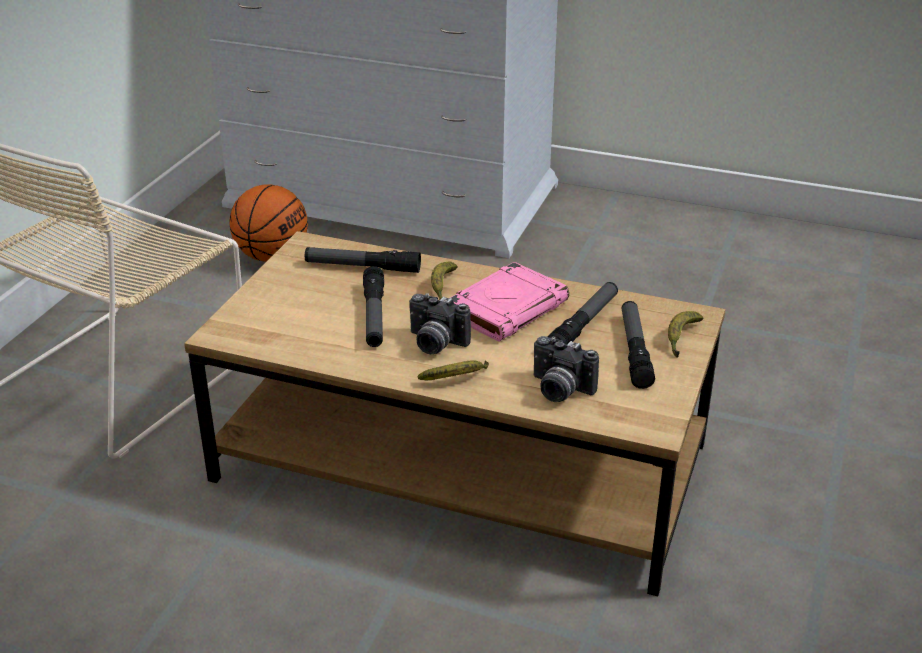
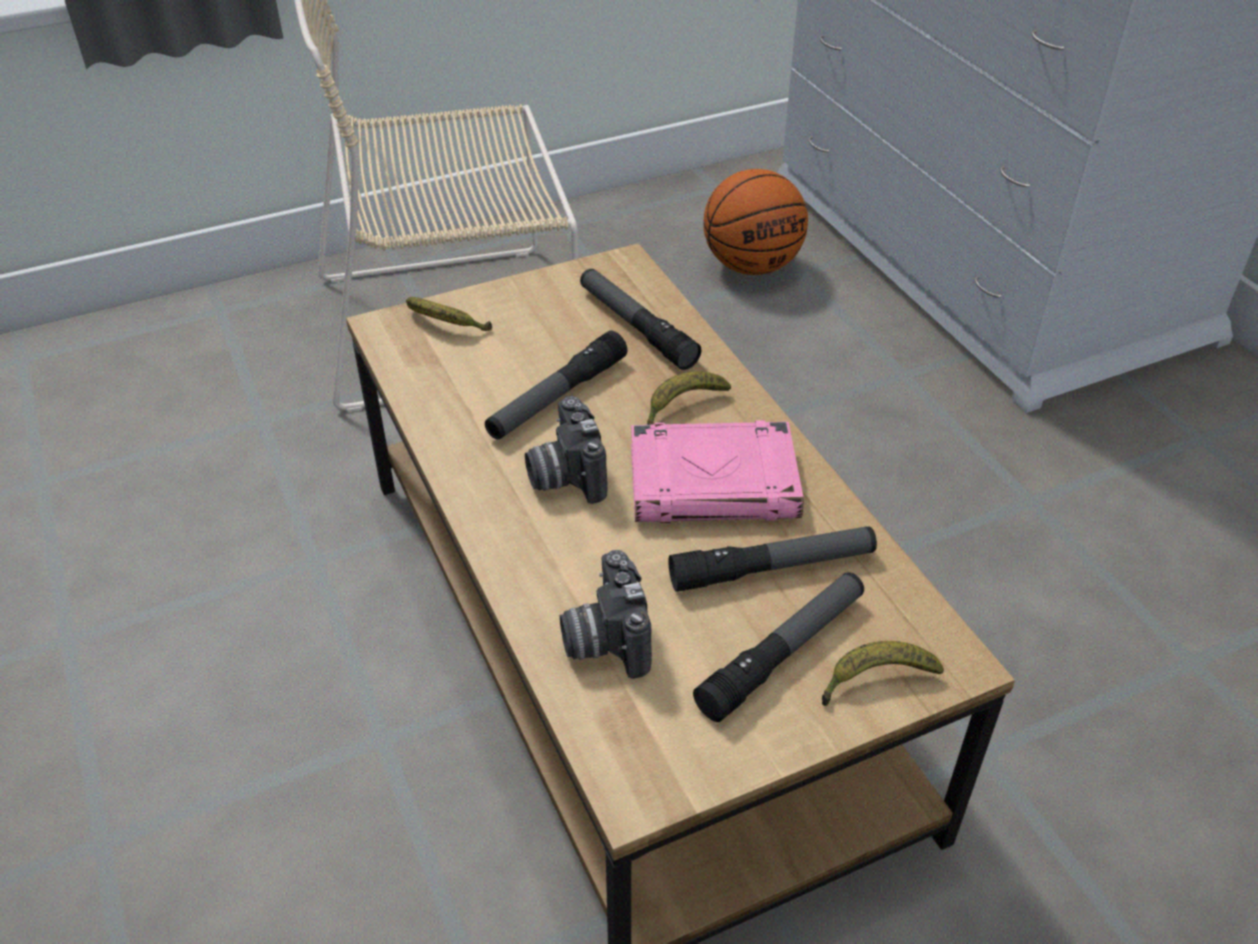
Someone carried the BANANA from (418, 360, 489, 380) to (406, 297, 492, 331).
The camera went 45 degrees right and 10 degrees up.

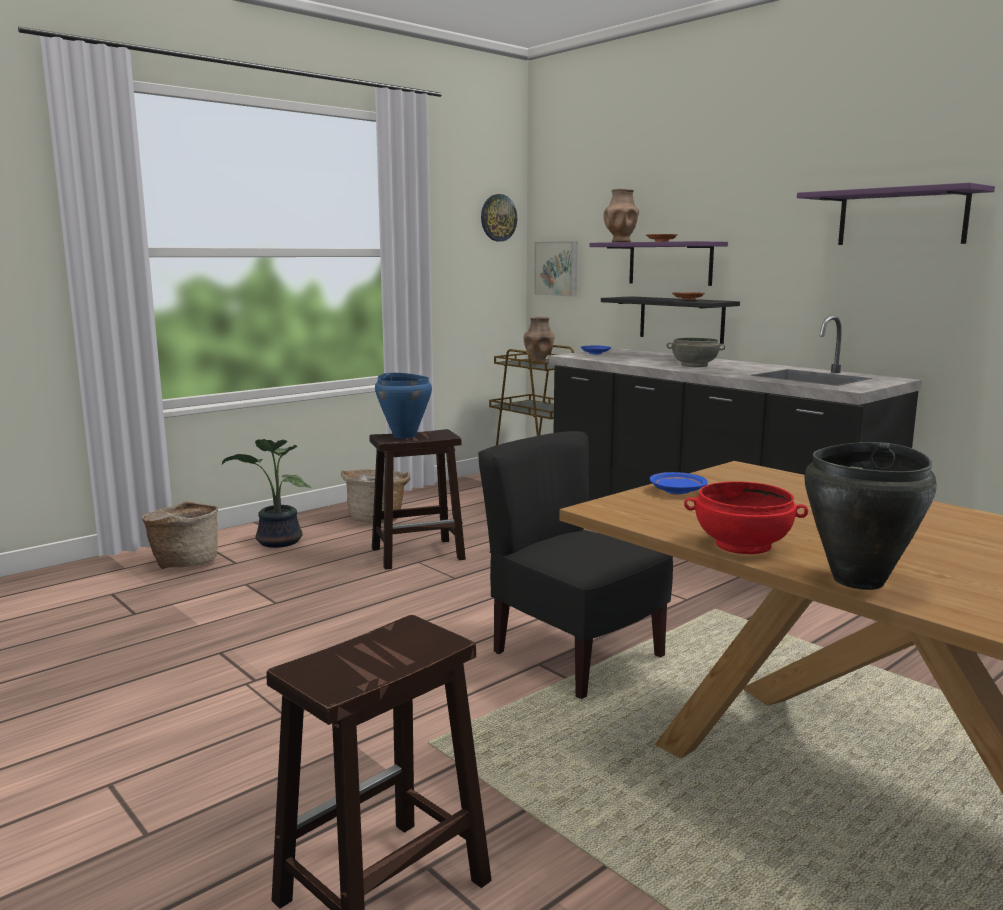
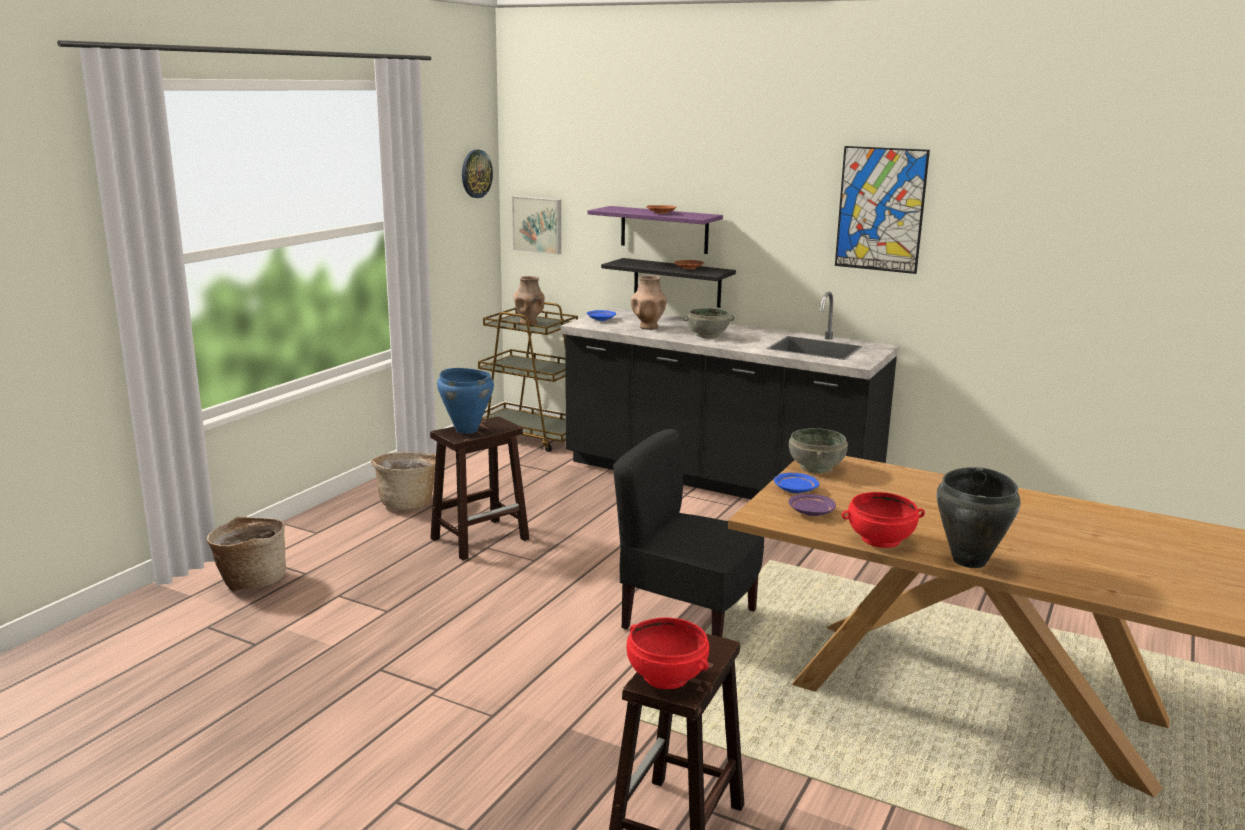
Someone swapped the PURPLE SHELF at (797, 183, 995, 245) for the PICTURE at (835, 146, 930, 274).
Someone carried the BROWN VASE from (604, 189, 639, 242) to (631, 275, 667, 330).
Someone took away the POTTED PLANT at (222, 439, 311, 548).
Someone put down the GREY BOWL at (789, 428, 848, 473).
Someone put down the PURPLE PLATE at (788, 494, 836, 516).
Someone put down the RED BOWL at (627, 617, 709, 689).
The camera went 20 degrees left and 5 degrees up.

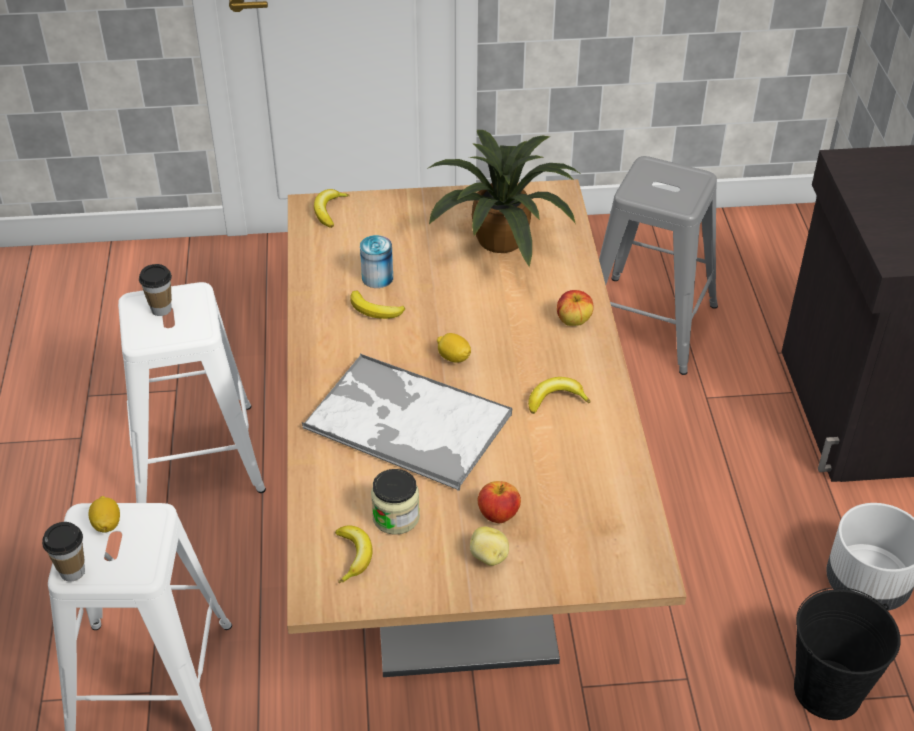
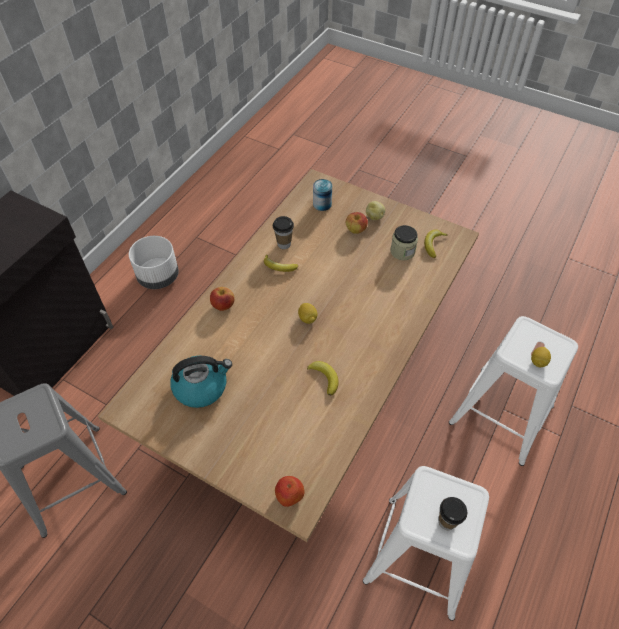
Someone swapped the POTTED PLANT at (427, 130, 579, 267) for the KETTLE at (170, 356, 232, 408).
Someone swapped the BANANA at (314, 189, 350, 228) for the APPLE at (275, 476, 305, 507).
Someone carried the CAN from (360, 235, 393, 288) to (313, 179, 332, 211).
Someone took away the TRAY at (302, 354, 512, 491).
Someone carried the CUP from (42, 522, 85, 582) to (273, 216, 294, 249).
Someone took away the BLACK BUCKET at (794, 587, 901, 720).
The camera went 145 degrees left and 10 degrees up.

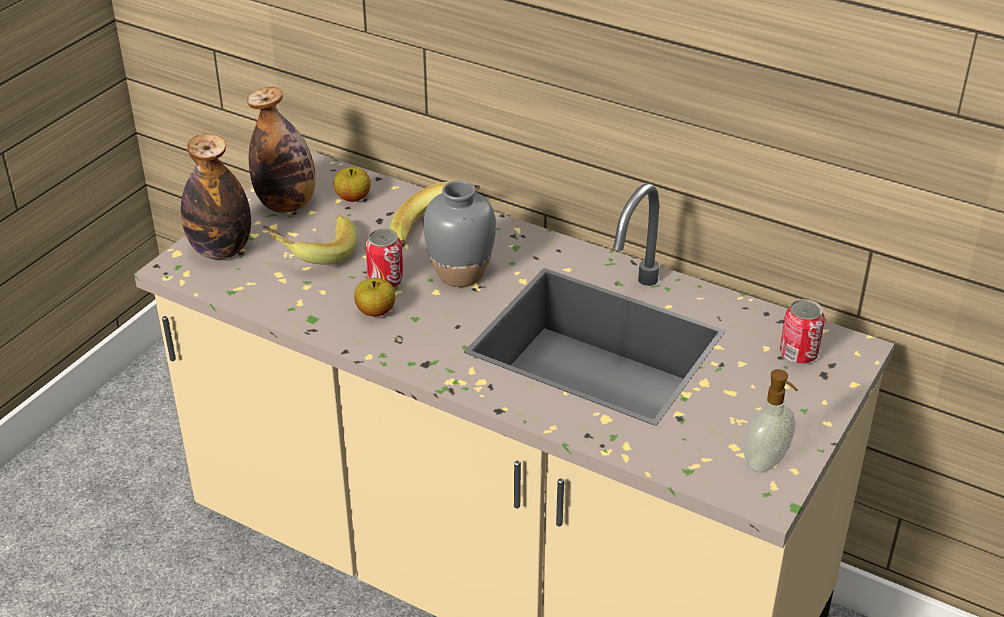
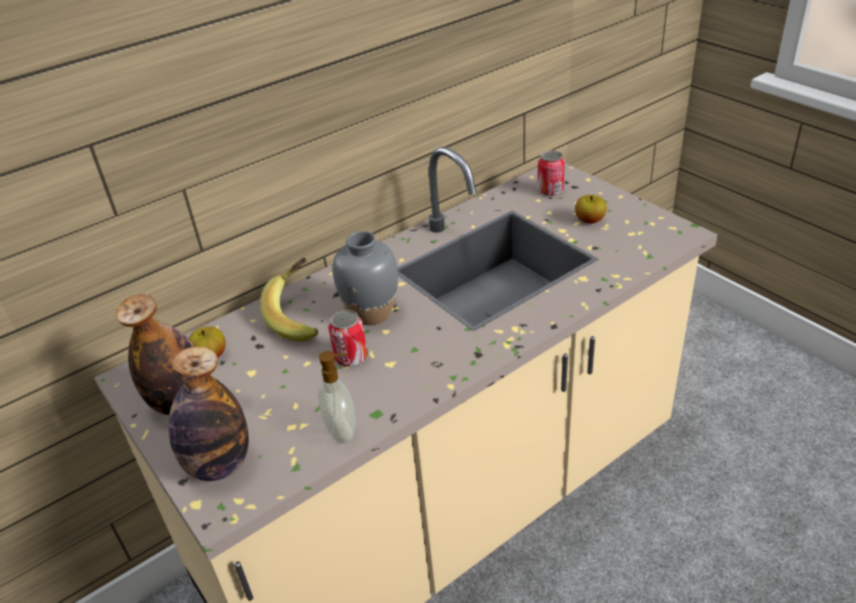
Someone took away the BANANA at (263, 215, 357, 265).
Someone carried the APPLE from (354, 278, 395, 317) to (575, 195, 607, 224).
Someone carried the SOAP DISPENSER from (744, 369, 798, 473) to (318, 351, 356, 444).
The camera went 65 degrees left and 0 degrees up.

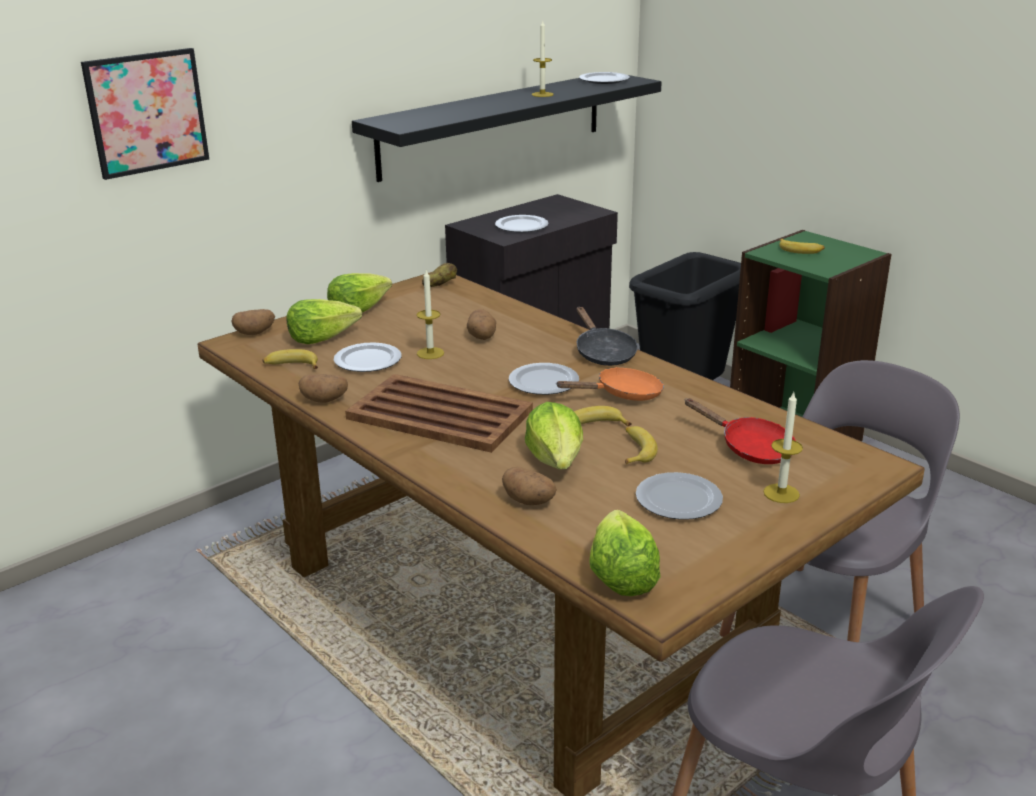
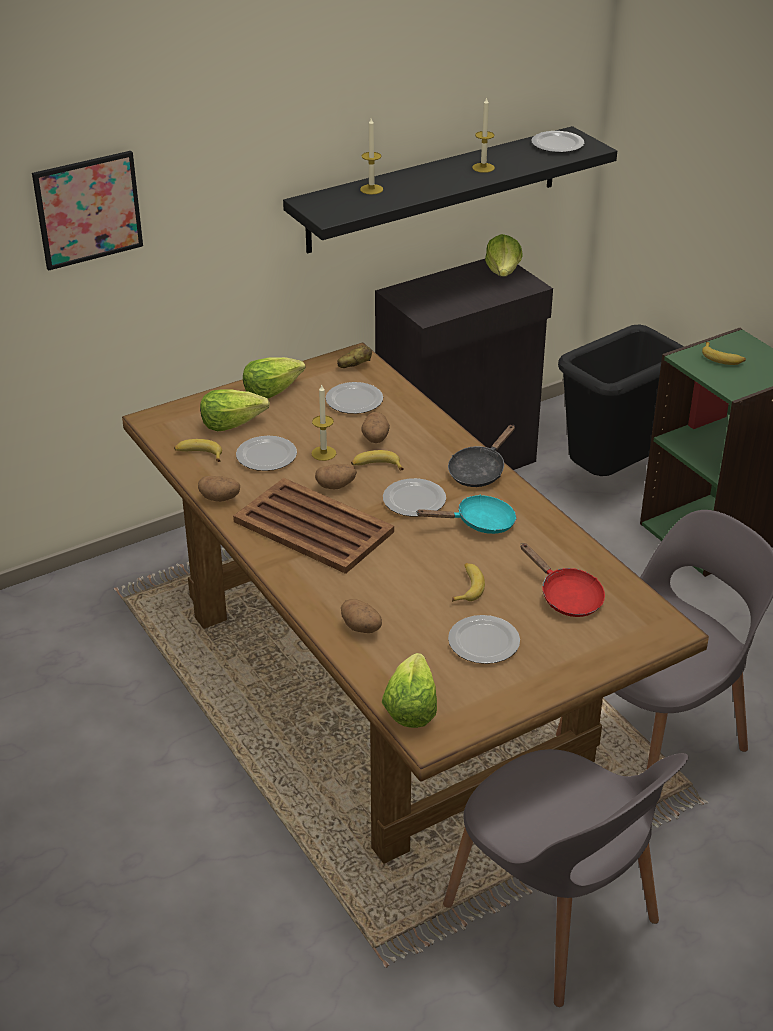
Someone carried the PLATE from (495, 215, 549, 233) to (326, 382, 383, 414).
Someone rotated the BLACK FRYING PAN at (576, 307, 638, 366) by 45 degrees clockwise.
Someone carried the POTATO from (232, 309, 275, 335) to (315, 464, 357, 489).
Someone repainted the ORANGE FRYING PAN at (557, 367, 664, 401), which became the TURQUOISE FRYING PAN at (417, 495, 517, 534).
Someone carried the CANDLE from (763, 392, 803, 503) to (360, 118, 383, 194).
Someone carried the LETTUCE from (525, 402, 583, 469) to (485, 234, 523, 277).
Someone carried the BANANA from (574, 406, 632, 426) to (351, 450, 404, 470).
The camera went 10 degrees right and 10 degrees up.

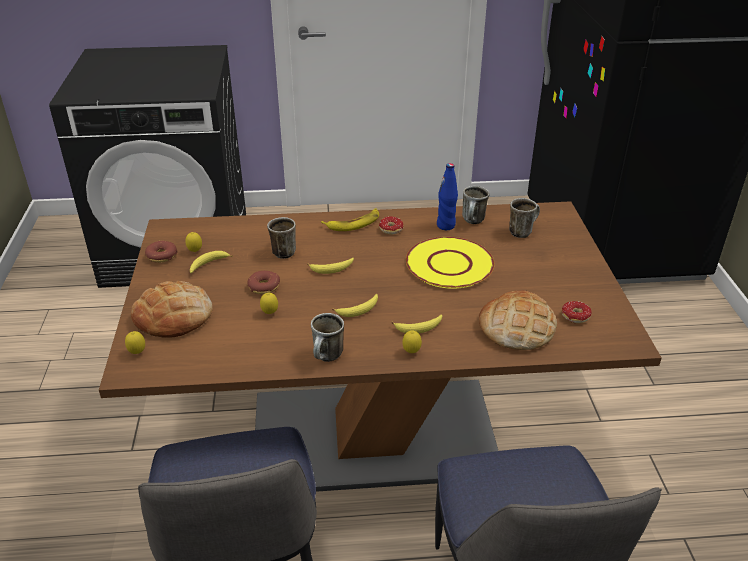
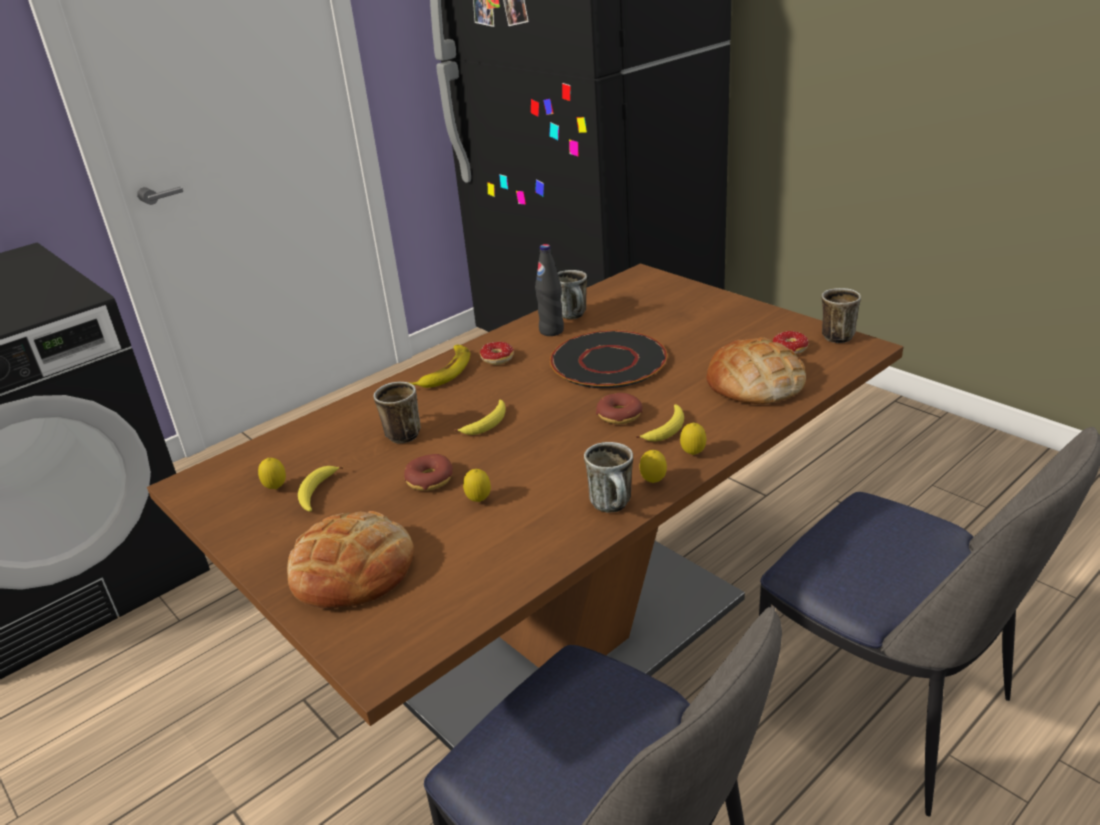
Someone repainted the BLUE BOTTLE at (437, 163, 458, 230), which became the BLACK BOTTLE at (535, 244, 564, 336).
Someone carried the MUG from (509, 198, 540, 238) to (821, 288, 861, 343).
Someone repainted the YELLOW PLATE at (406, 237, 495, 289), which became the BLACK PLATE at (550, 330, 667, 388).
Someone carried the DONUT from (145, 241, 178, 263) to (596, 393, 643, 424).
Someone took away the BANANA at (332, 294, 378, 317).
Someone carried the LEMON from (125, 331, 145, 354) to (639, 450, 667, 483).
The camera went 35 degrees left and 5 degrees down.

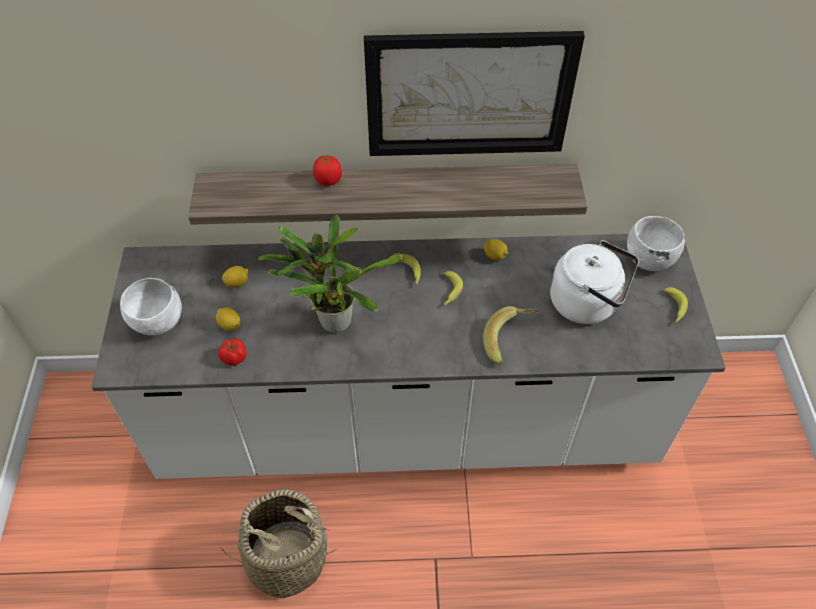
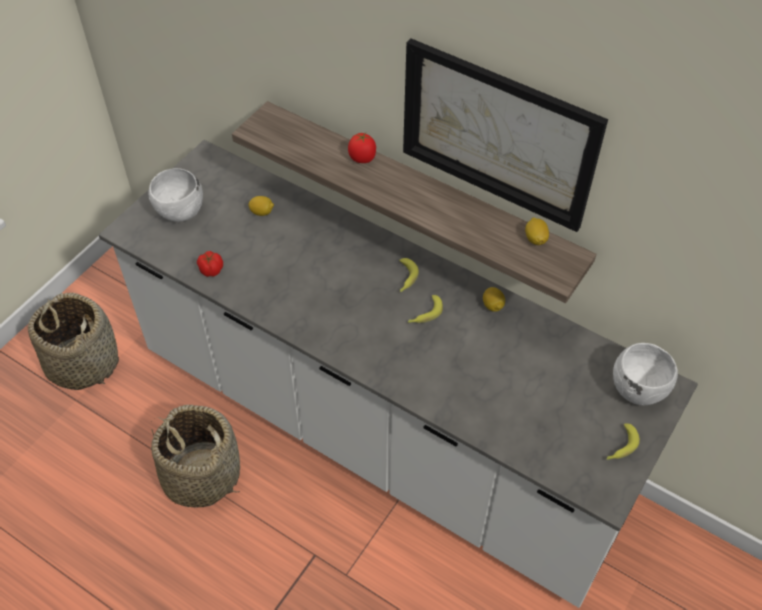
Someone took away the POTTED PLANT at (258, 215, 402, 333).
Someone took away the WHITE KETTLE at (550, 240, 639, 324).
Someone took away the BANANA at (483, 306, 539, 365).
Someone carried the LEMON from (216, 307, 240, 331) to (525, 217, 549, 245).
Someone put down the BASKET at (28, 293, 119, 390).
The camera went 35 degrees right and 0 degrees up.

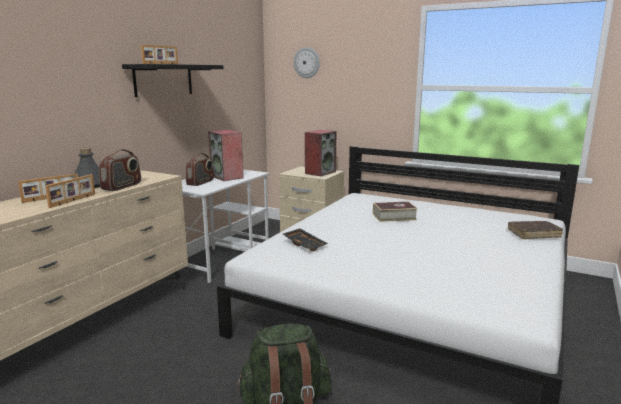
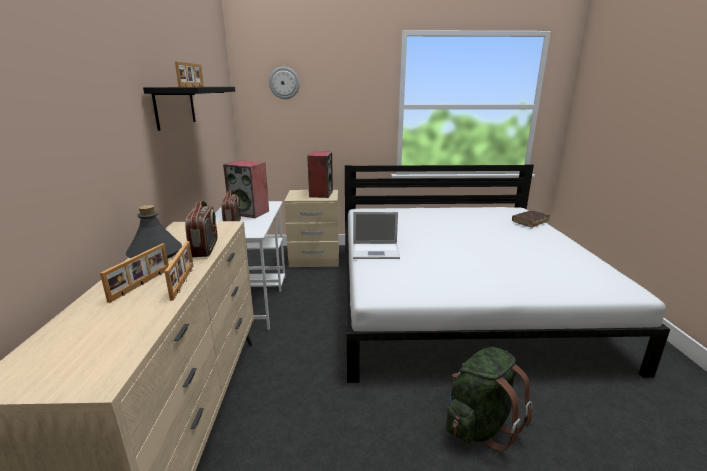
Someone took away the BOOK at (373, 202, 418, 222).
Someone took away the BLACK TRAY at (283, 228, 328, 251).
Someone put down the LAPTOP at (353, 212, 400, 259).
The camera went 30 degrees left and 5 degrees up.

